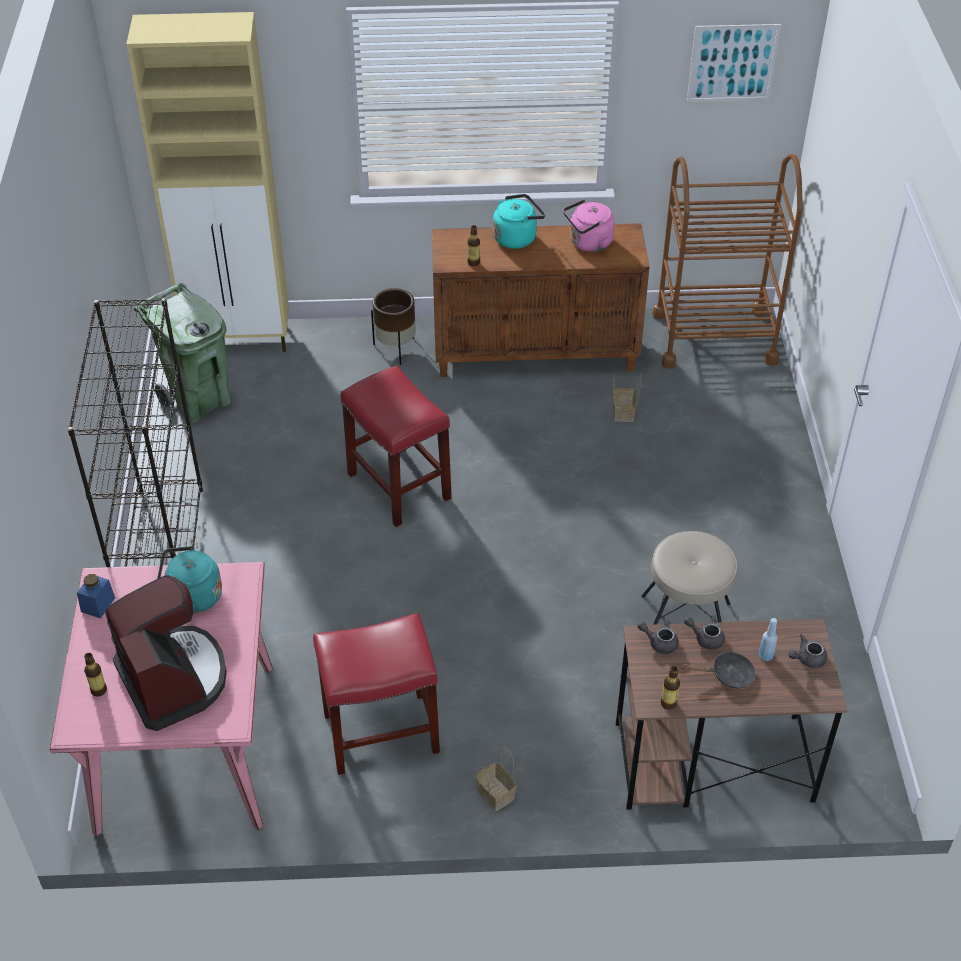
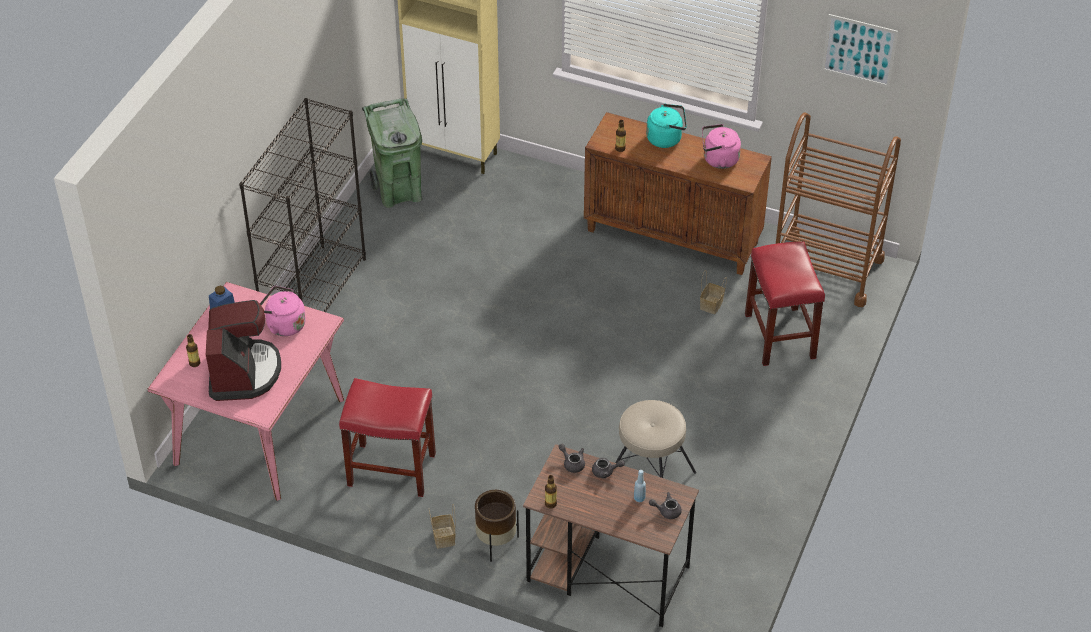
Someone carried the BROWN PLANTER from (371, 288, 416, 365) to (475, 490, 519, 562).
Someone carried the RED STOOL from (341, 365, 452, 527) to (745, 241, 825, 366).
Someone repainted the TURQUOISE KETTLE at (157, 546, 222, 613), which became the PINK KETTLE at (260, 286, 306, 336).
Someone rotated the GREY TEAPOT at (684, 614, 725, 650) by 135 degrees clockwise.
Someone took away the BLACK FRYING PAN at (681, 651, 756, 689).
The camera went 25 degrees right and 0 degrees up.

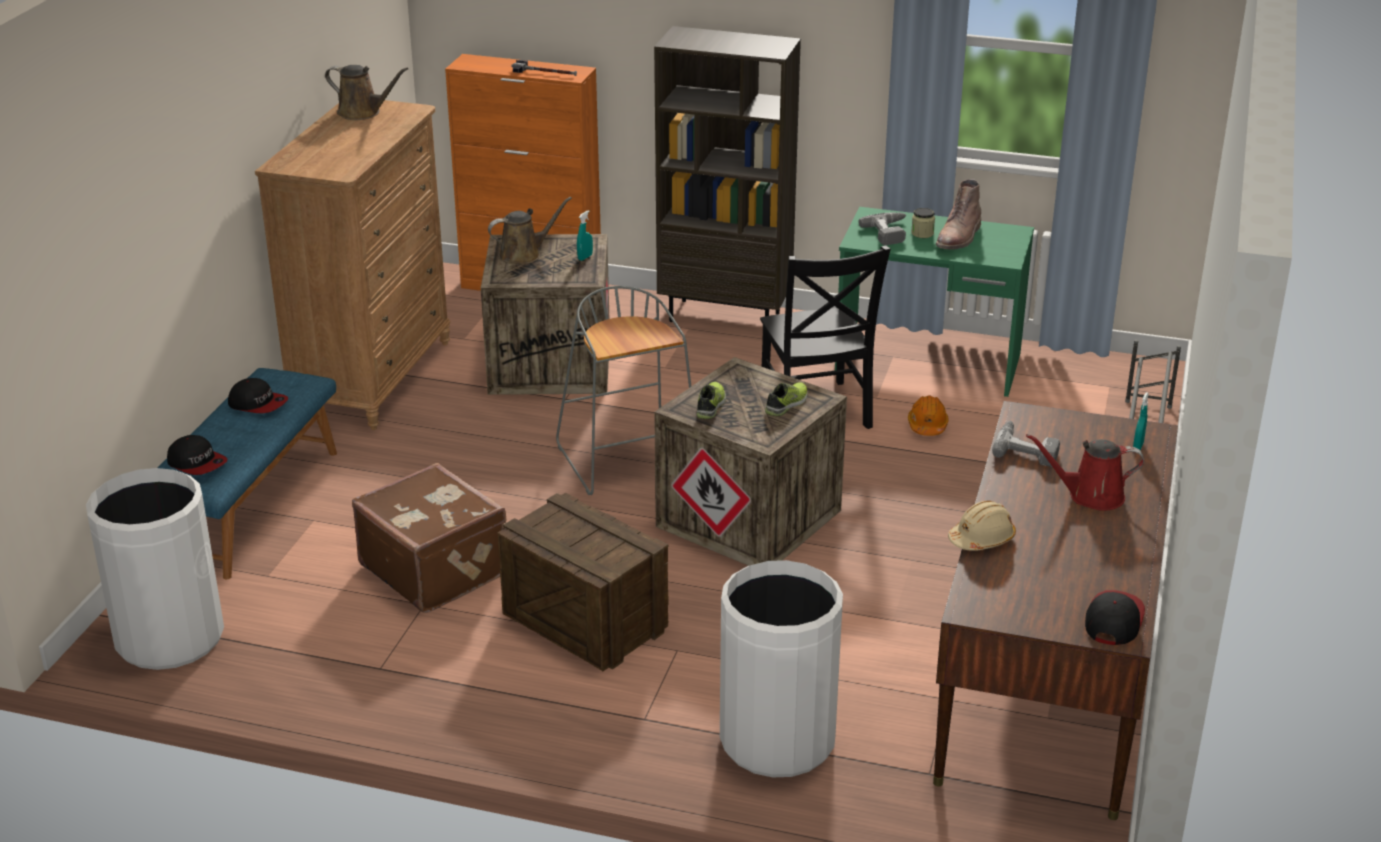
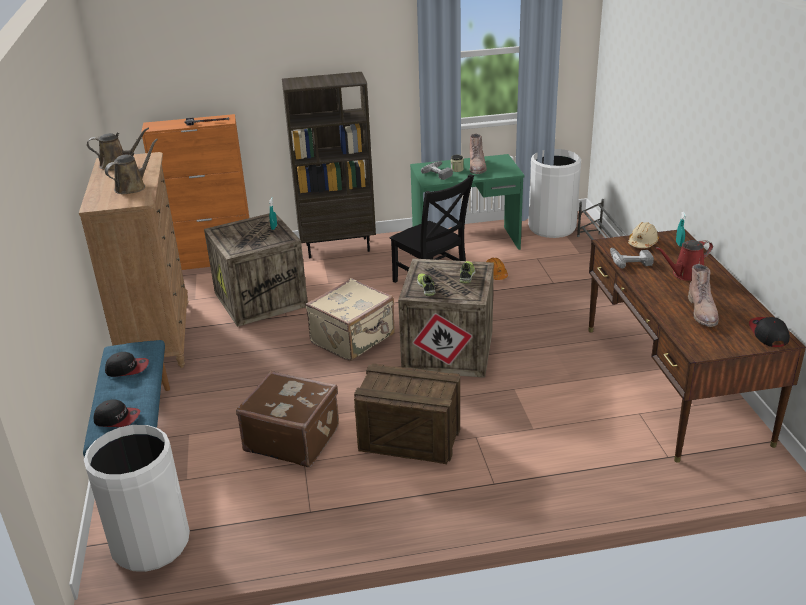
Someone carried the BROWN WATERING CAN from (488, 197, 572, 264) to (105, 139, 158, 194).
Someone swapped the GREY STOOL at (556, 286, 691, 495) for the BEIGE SUITCASE at (305, 278, 395, 361).
Someone carried the BEIGE HARD HAT from (948, 501, 1016, 551) to (628, 222, 659, 248).
Someone carried the WHITE TRASH CAN from (720, 560, 843, 777) to (528, 149, 581, 238).
Someone put down the BROWN BOOT at (688, 264, 719, 327).
The camera went 25 degrees left and 0 degrees up.

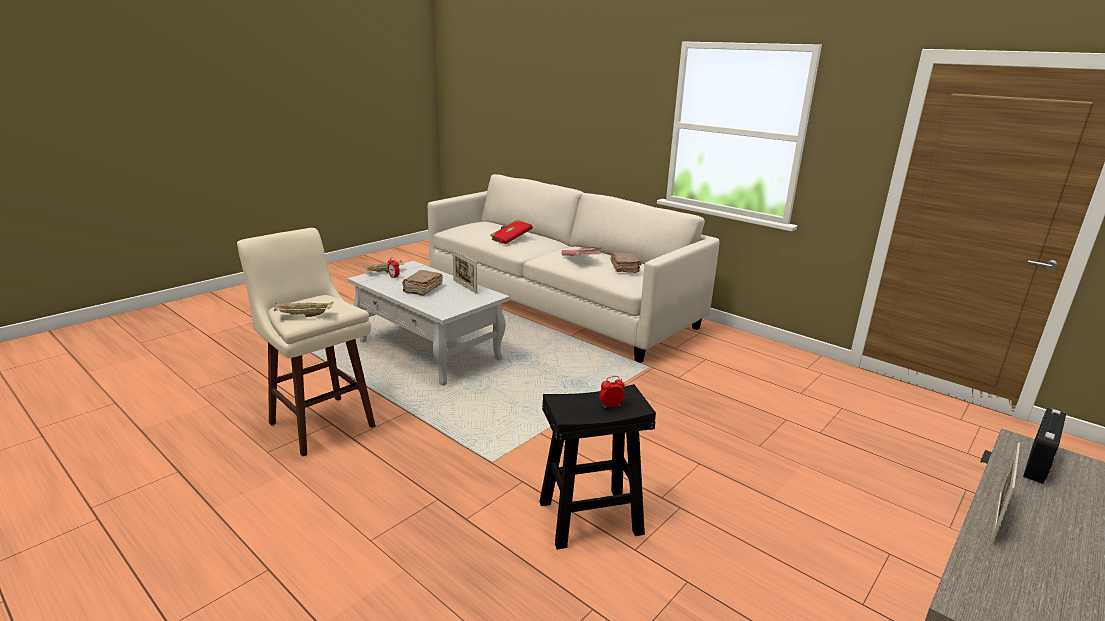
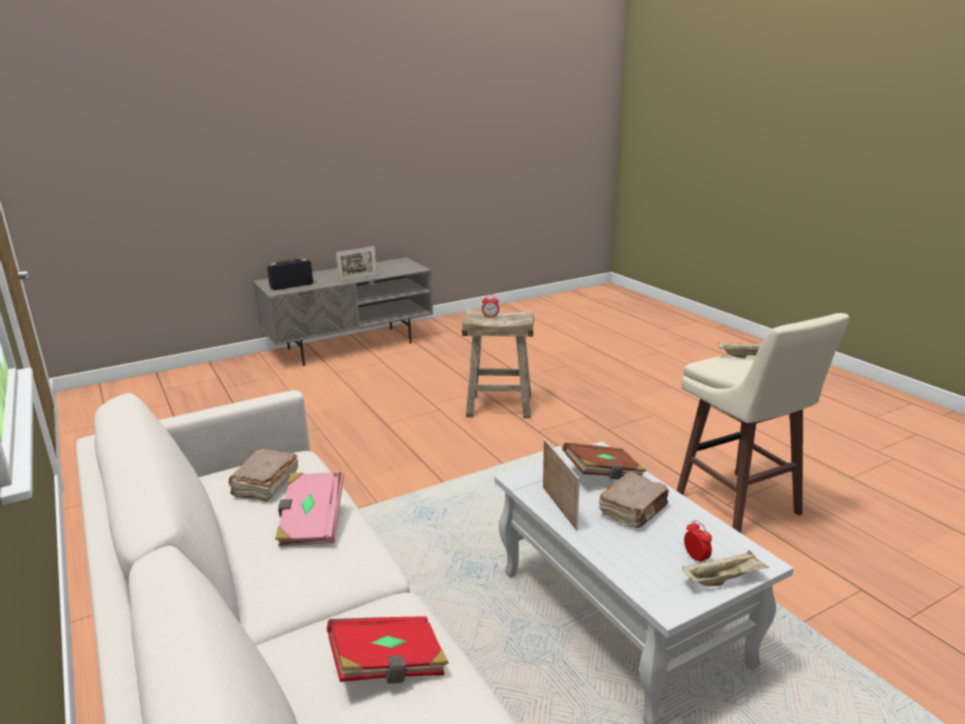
Someone repainted the BLACK STOOL at (539, 384, 656, 550), which became the BEIGE STOOL at (462, 310, 534, 419).
Someone put down the BROWN BOOK at (562, 443, 647, 479).
The camera went 160 degrees left and 0 degrees up.

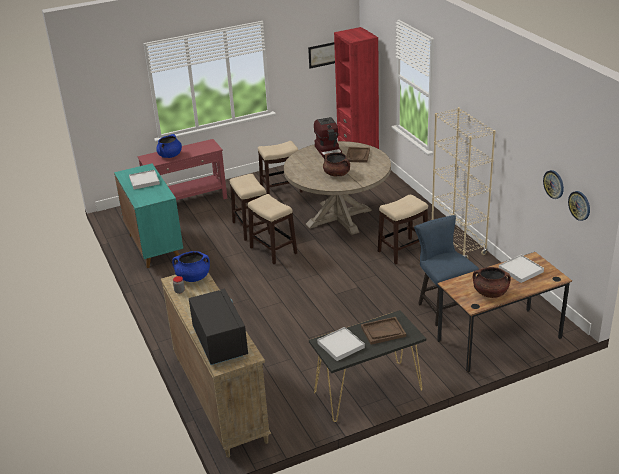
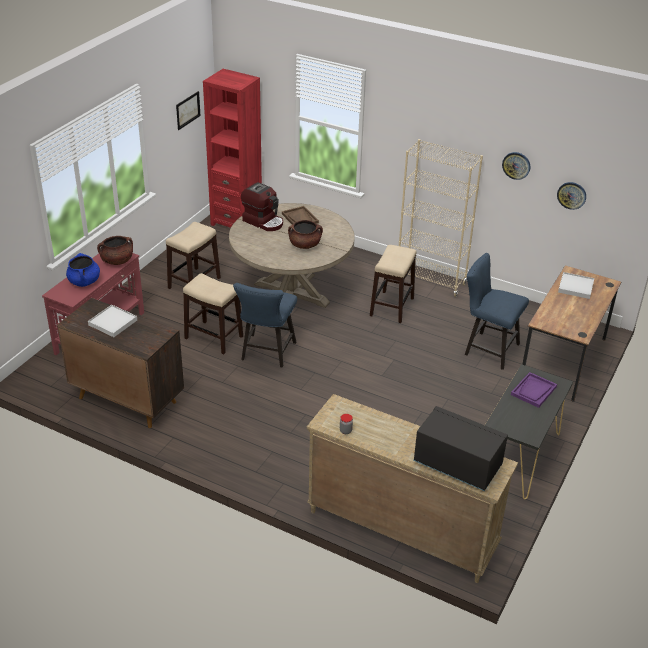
Someone repainted the TURQUOISE CABINET at (114, 163, 183, 268), which became the BROWN CABINET at (57, 298, 184, 428).
Someone carried the WALL CLOCK from (568, 191, 590, 221) to (502, 152, 530, 180).
Someone swapped the STOOL at (248, 194, 297, 264) for the BLUE CHAIR at (233, 283, 297, 367).
Someone took away the BLUE COOKING POT at (172, 251, 210, 282).
Someone carried the BROWN COOKING POT from (473, 267, 511, 298) to (97, 236, 133, 265).
Someone repainted the BROWN TRAY at (361, 317, 406, 345), which became the PURPLE TRAY at (511, 372, 557, 408).
Someone took away the WHITE TRAY at (317, 327, 365, 361).
The camera went 40 degrees left and 5 degrees up.

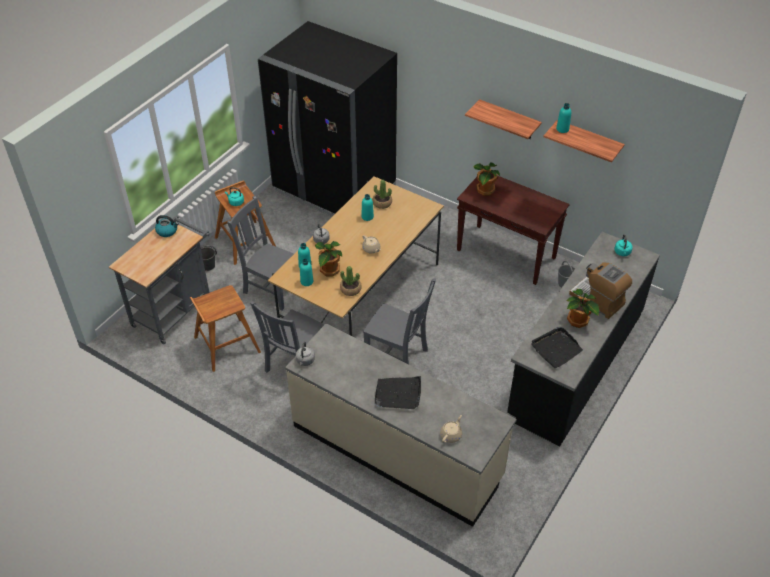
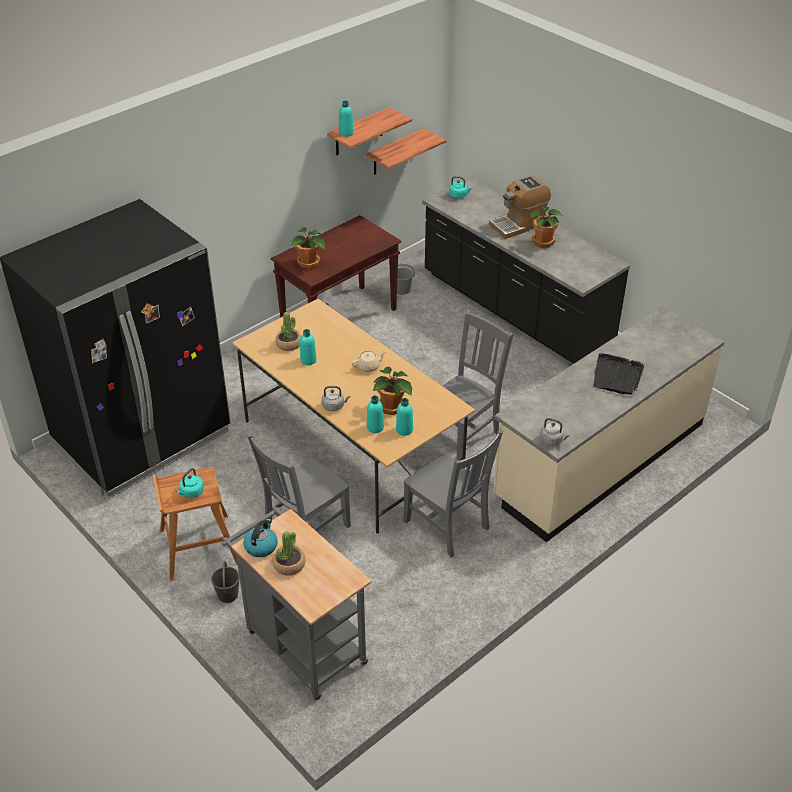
Someone carried the SHELF from (465, 99, 542, 139) to (366, 128, 447, 175).
Someone carried the POTTED PLANT from (340, 266, 362, 296) to (272, 531, 306, 576).
Someone took away the BROWN STOOL at (190, 285, 261, 372).
Someone took away the BLACK TRAY at (531, 327, 583, 369).
Someone took away the BEIGE TEAPOT at (440, 415, 462, 443).
The camera went 75 degrees left and 5 degrees down.

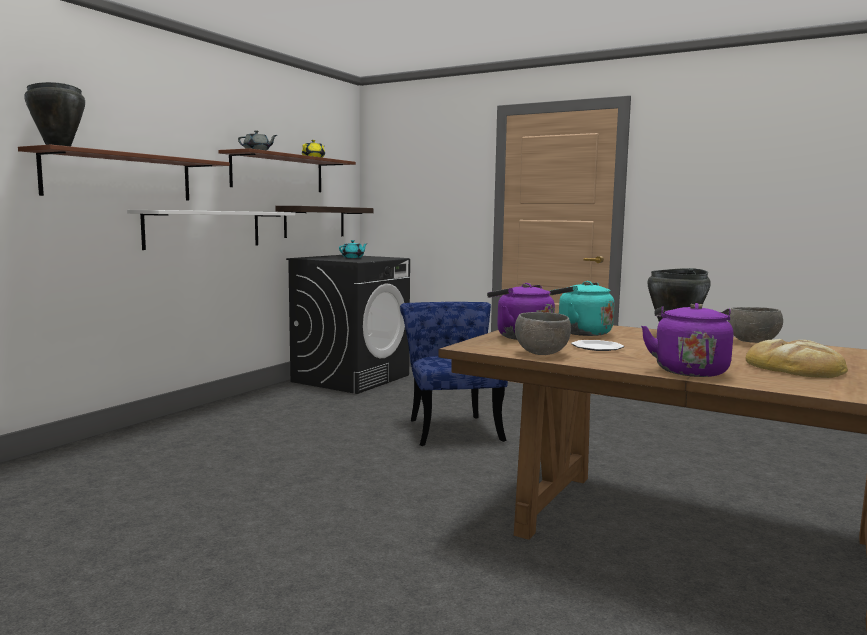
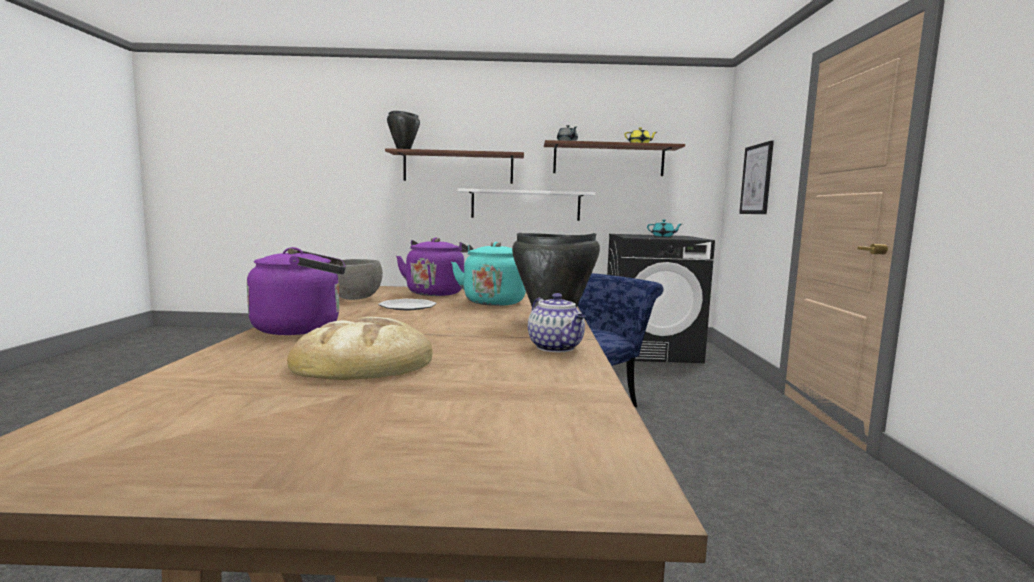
Someone took away the SHELF at (275, 206, 373, 238).
Someone swapped the GREY BOWL at (728, 307, 783, 343) for the TEAPOT at (528, 293, 585, 352).
Someone put up the PICTURE at (739, 141, 774, 214).
The camera went 60 degrees right and 0 degrees up.

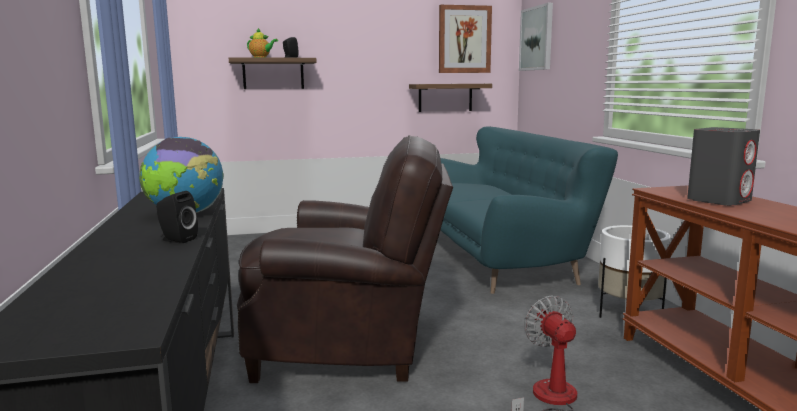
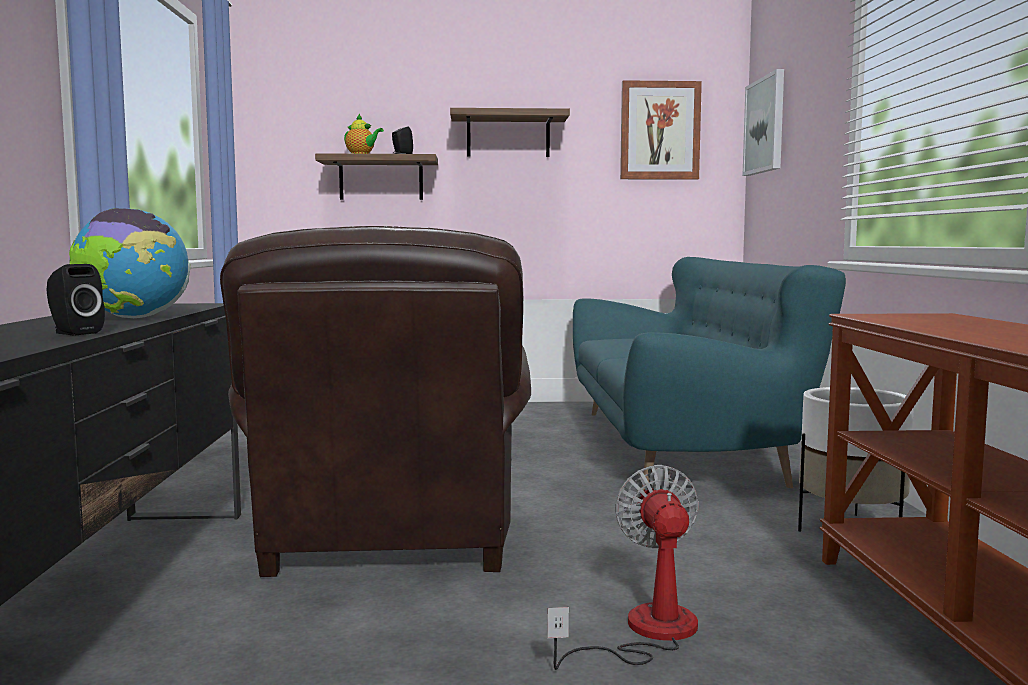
Someone carried the SHELF from (409, 84, 492, 112) to (450, 108, 570, 157).
Someone took away the GREY SPEAKER at (687, 127, 760, 206).
Someone rotated the BROWN ARMCHAIR at (237, 135, 453, 383) by 75 degrees clockwise.
The camera went 10 degrees right and 5 degrees down.

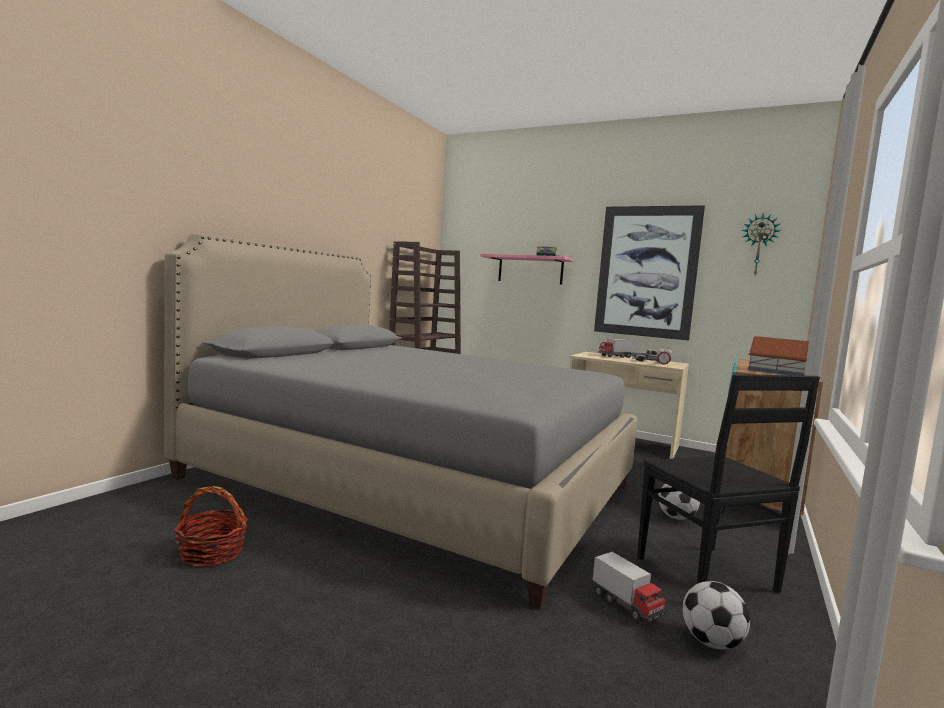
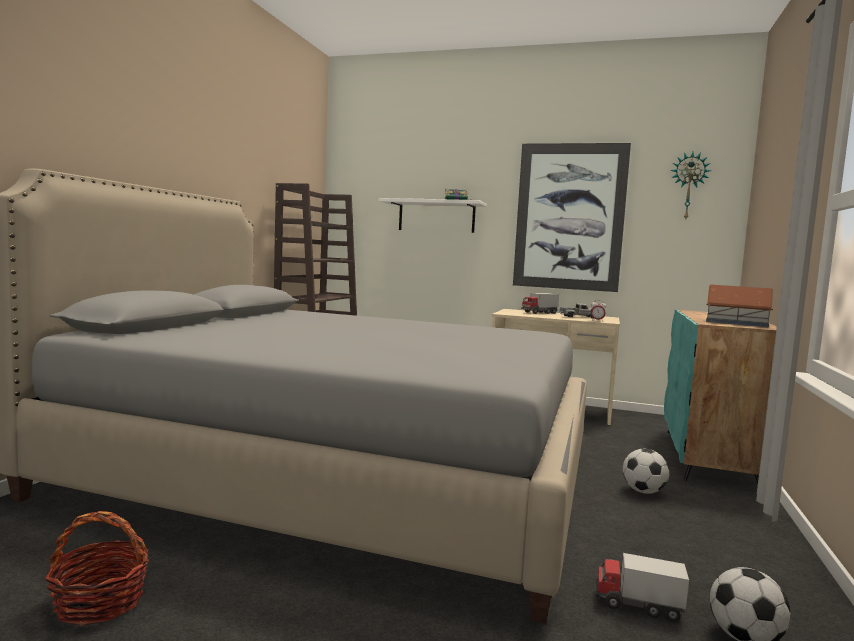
Someone repainted the PINK SHELF at (480, 254, 574, 284), which became the WHITE SHELF at (378, 198, 487, 233).
Someone took away the BLACK CHAIR at (637, 374, 820, 593).
Someone rotated the TOY TRUCK at (593, 552, 666, 622) by 150 degrees clockwise.
The camera went 10 degrees left and 0 degrees up.

